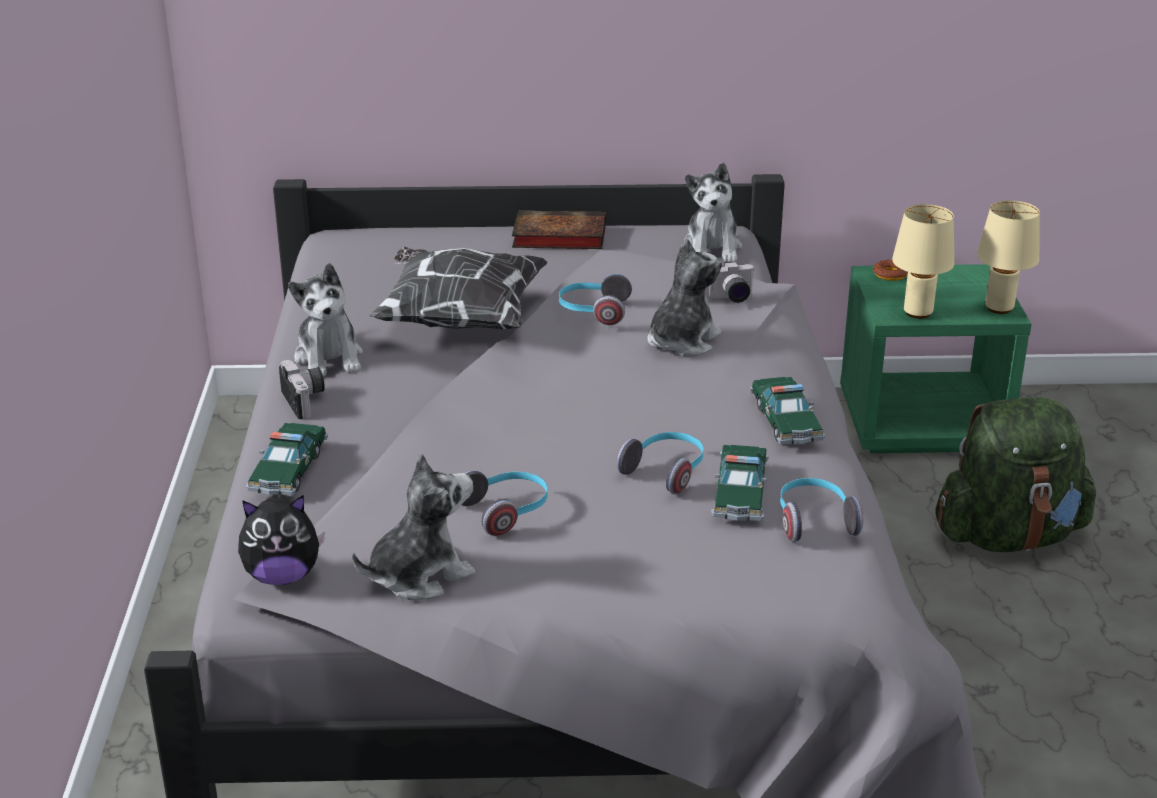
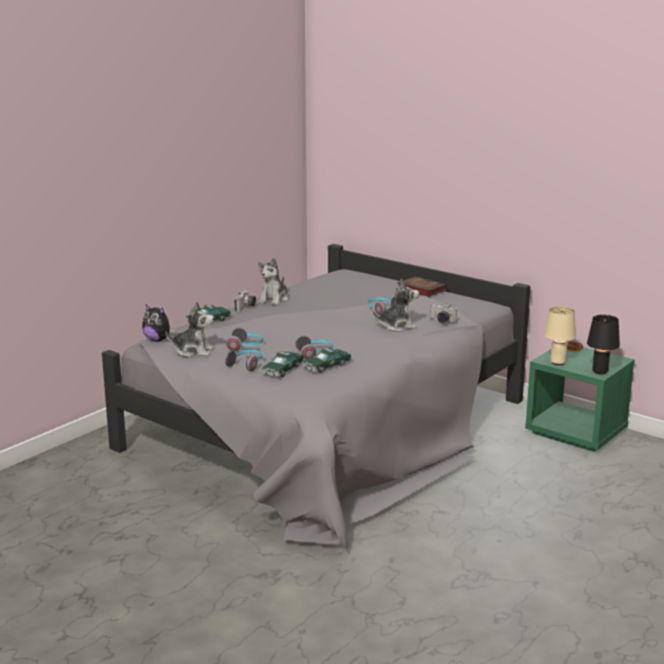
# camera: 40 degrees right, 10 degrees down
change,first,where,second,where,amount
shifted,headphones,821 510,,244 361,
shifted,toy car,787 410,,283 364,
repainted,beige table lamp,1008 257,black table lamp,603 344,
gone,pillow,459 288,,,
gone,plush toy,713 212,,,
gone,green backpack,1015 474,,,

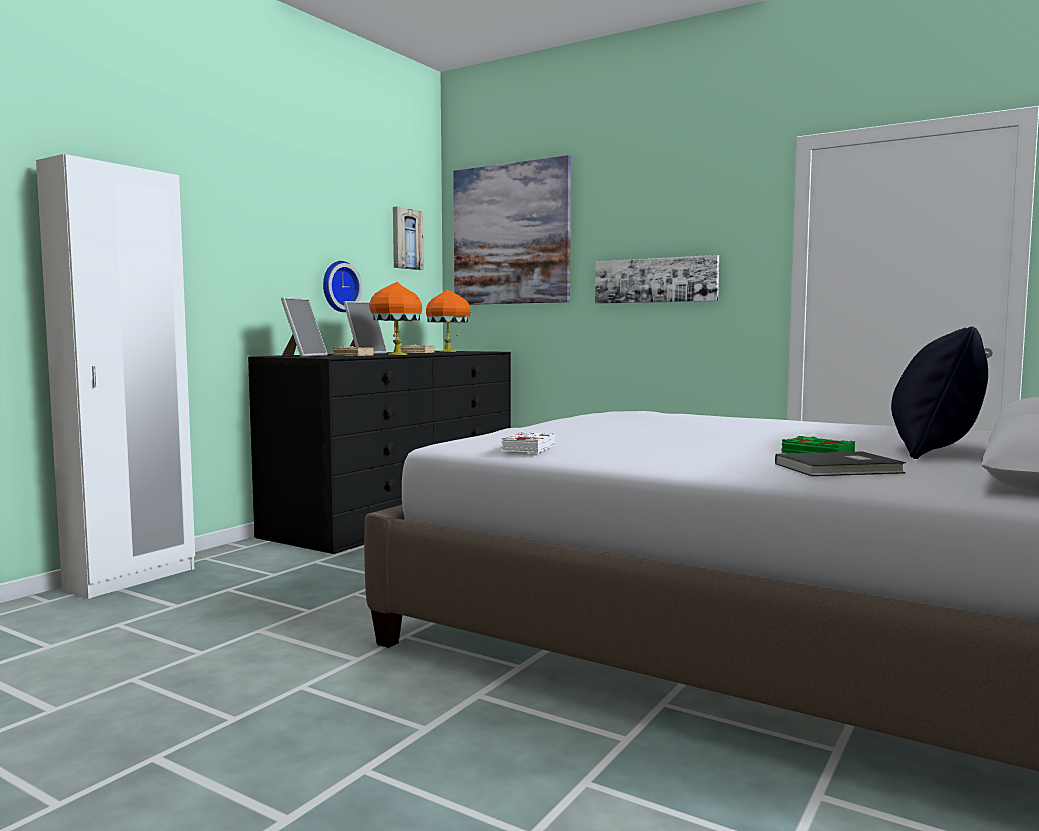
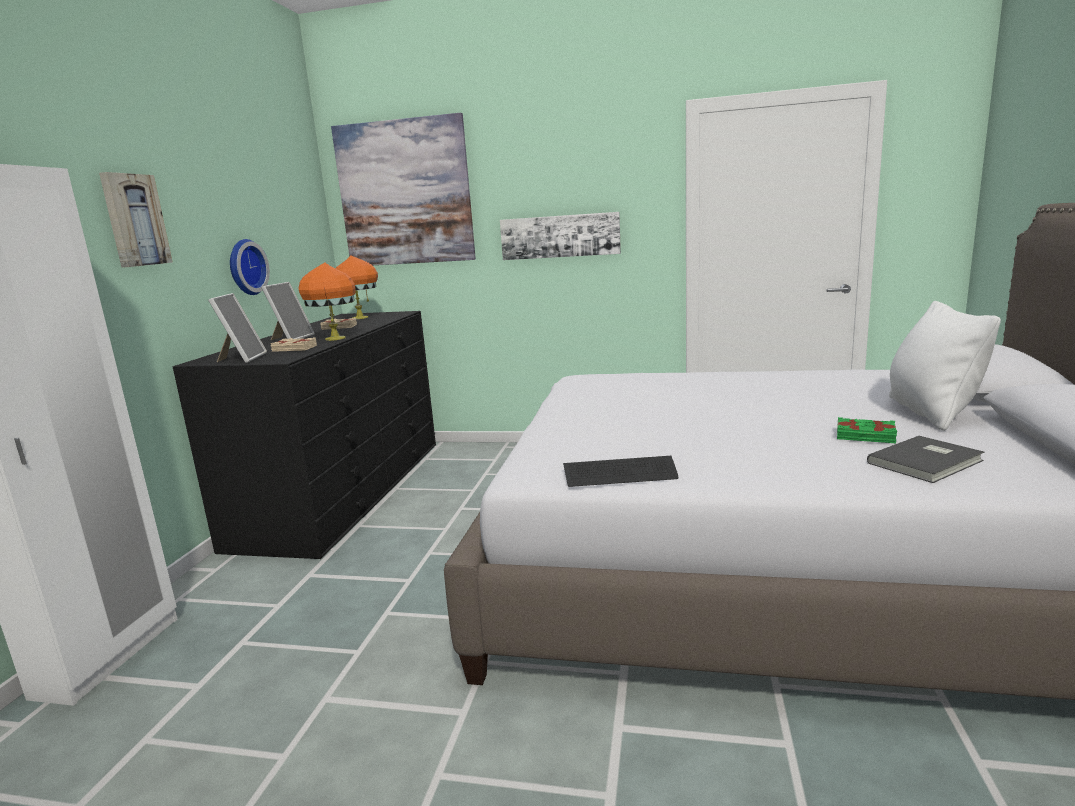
# camera: 20 degrees left, 10 degrees up
change,first,where,second,where,amount
shifted,picture,408 238,,136 220,
swapped,white book,528 442,keyboard,620 471,
repainted,black pillow,939 392,white pillow,945 366,

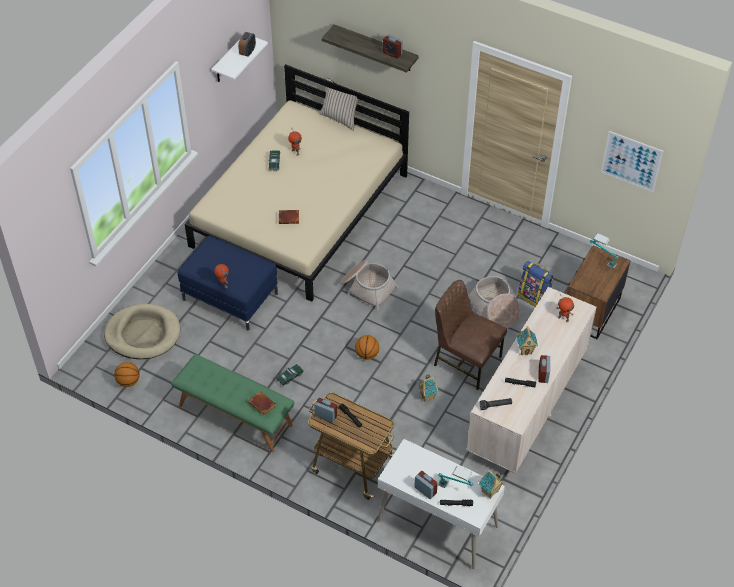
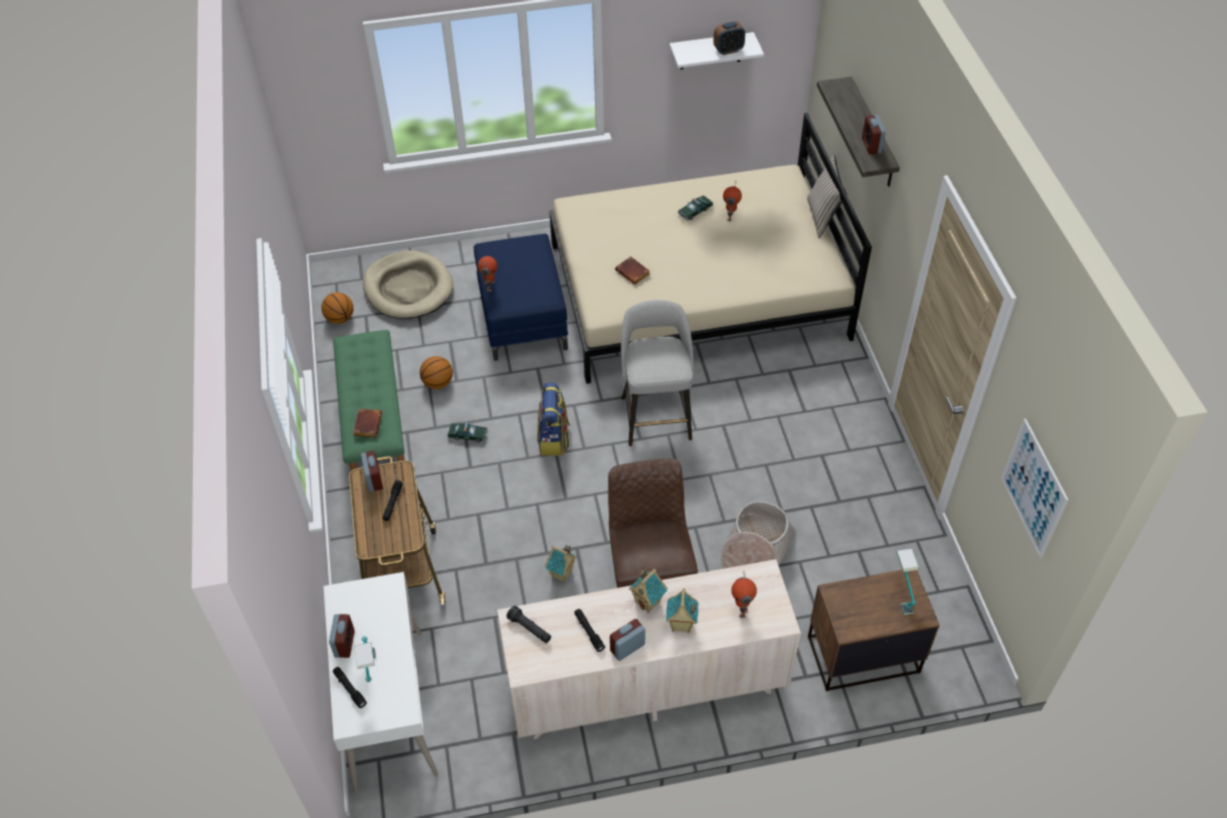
# camera: 50 degrees right, 0 degrees up
change,first,where,second,where,amount
shifted,basketball,367 347,,436 372,
shifted,backpack,536 284,,553 419,
swapped,basket,369 285,grey stool,657 373,
shifted,toy house,491 484,,682 610,

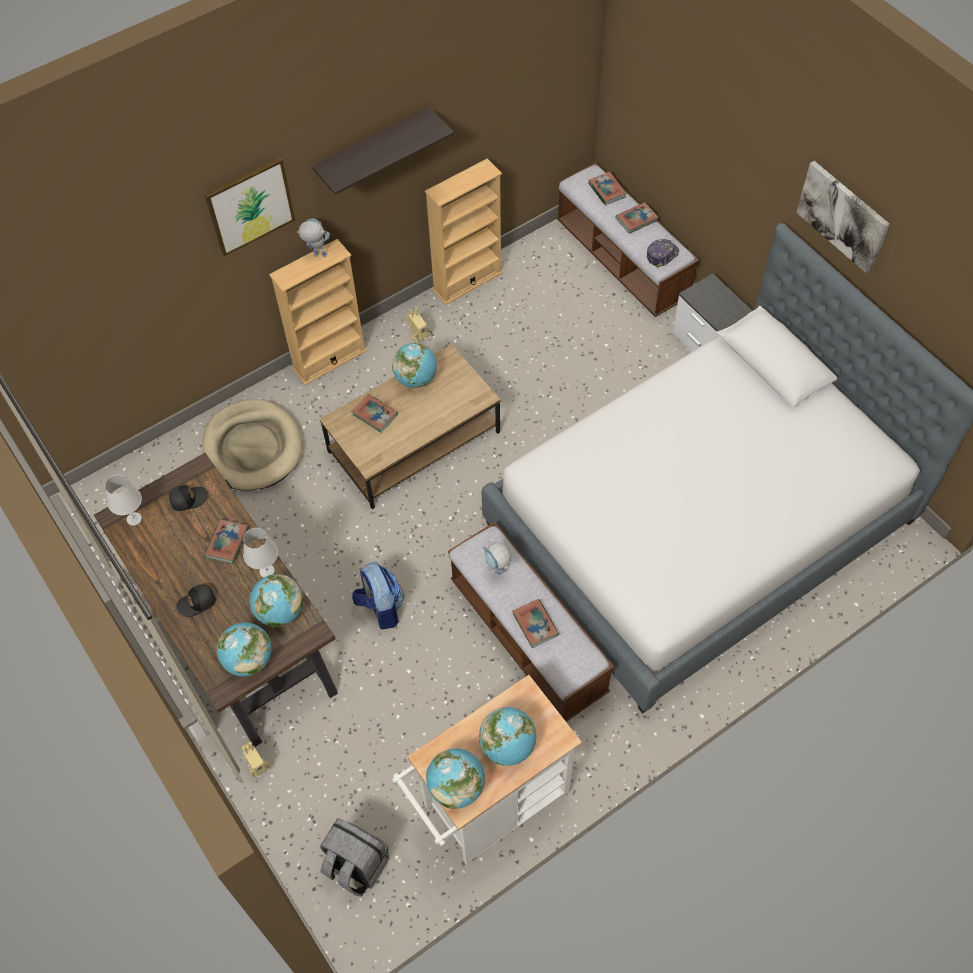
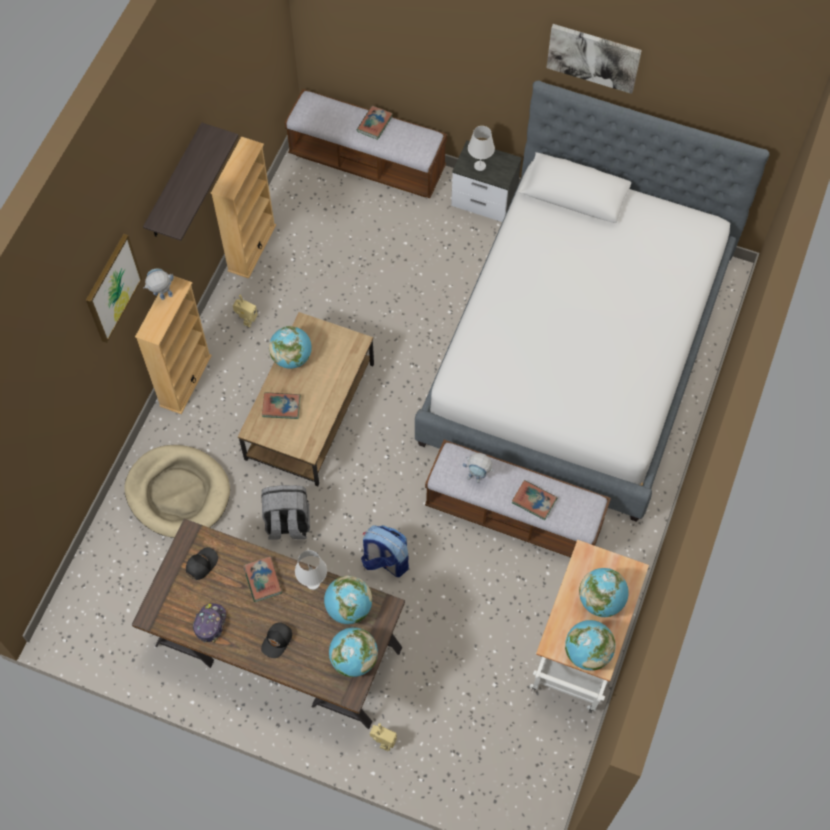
# camera: 35 degrees left, 5 degrees up
change,first,where,second,where,amount
shifted,cap,663 253,,209 623,
shifted,grey backpack,354 857,,285 512,
shifted,white table lamp,123 500,,481 148,
gone,book,607 188,,,

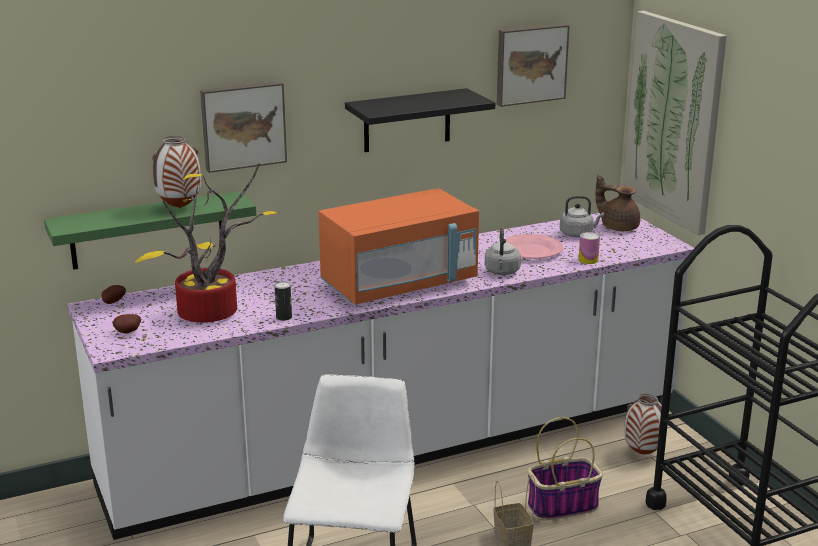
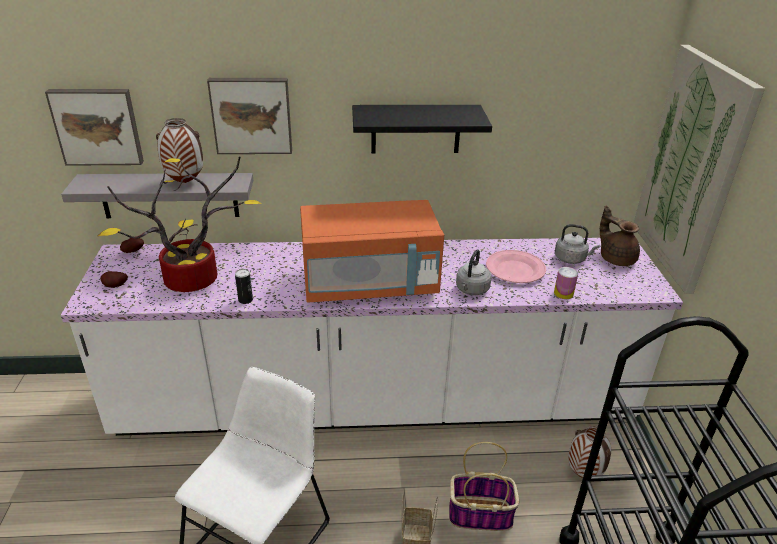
# camera: 20 degrees right, 10 degrees up
change,first,where,second,where,amount
shifted,picture,533 65,,94 127,
repainted,green shelf,150 230,grey shelf,157 195,

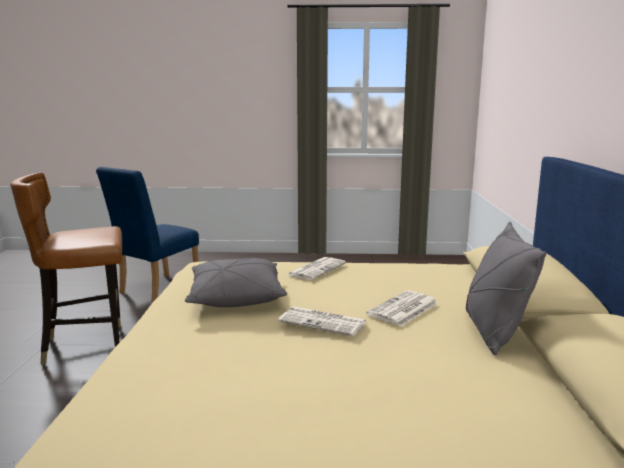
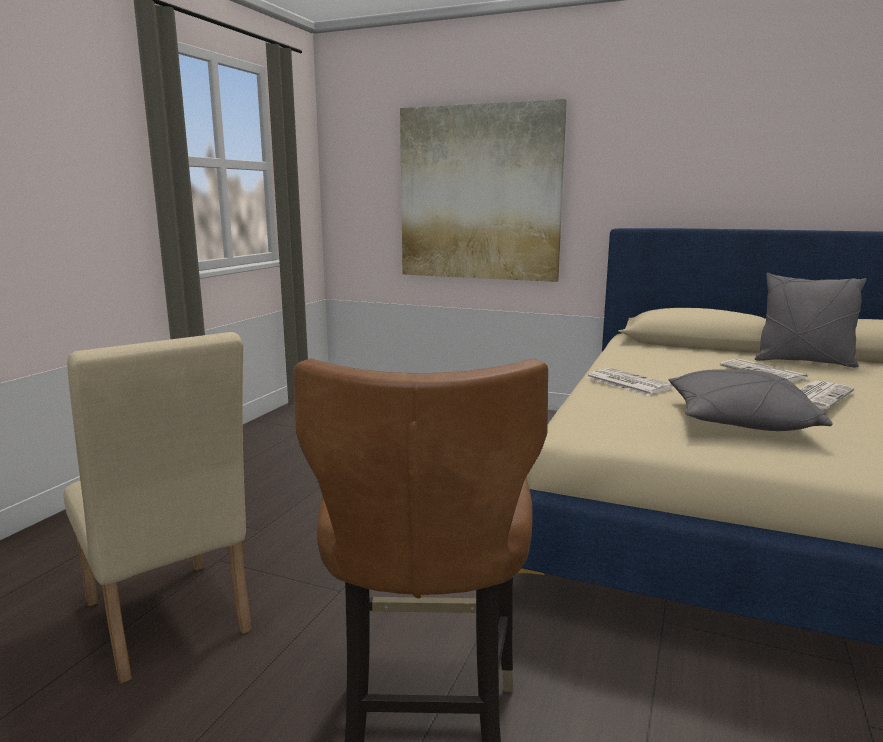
# camera: 70 degrees left, 0 degrees up
change,first,where,second,where,amount
repainted,blue chair,147 234,beige chair,157 508,
new,,,picture,483 190,

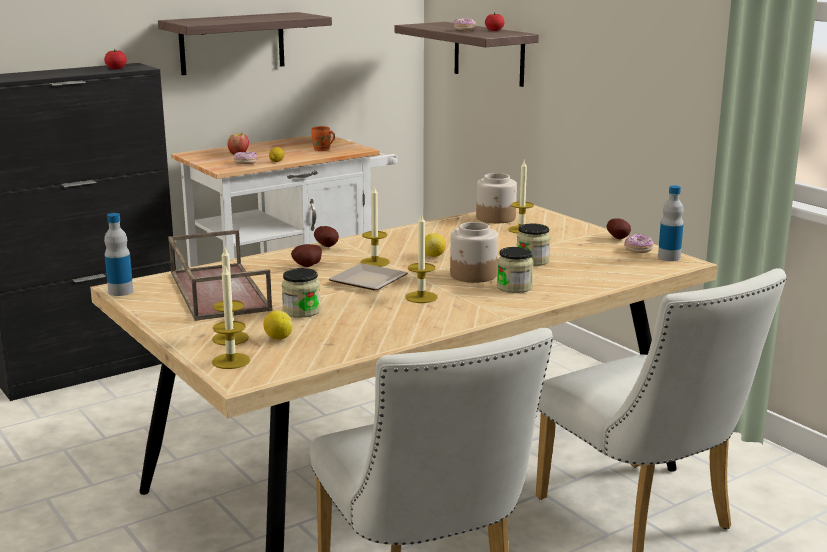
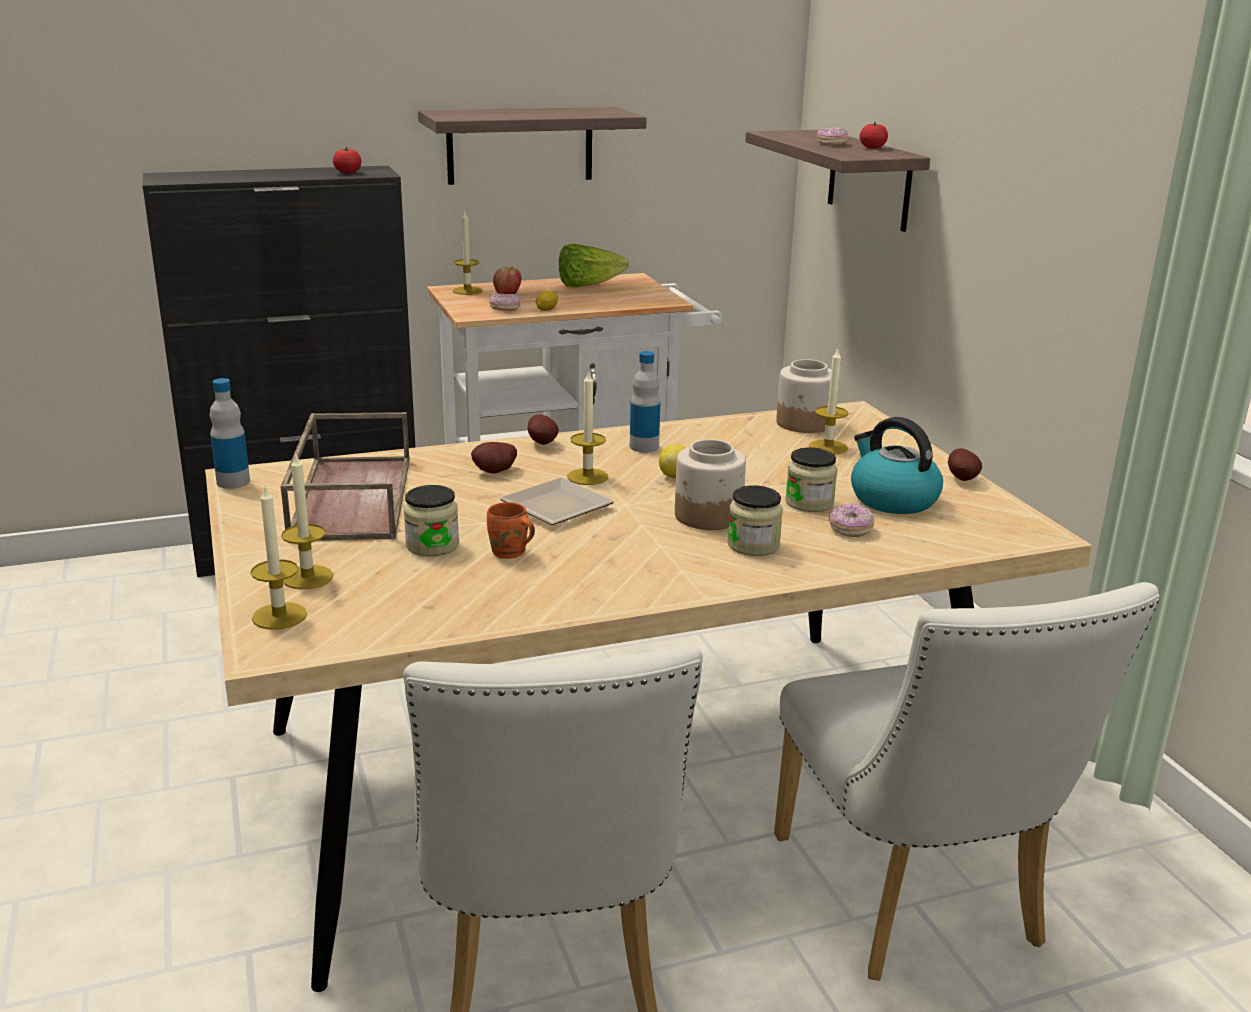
# camera: 15 degrees right, 5 degrees up
change,first,where,second,where,amount
shifted,candle,421 259,,467 253,
shifted,orange mug,323 138,,511 530,
new,,,lettuce,594 265,
shifted,bottle,671 223,,645 401,
shifted,donut,639 243,,851 520,
new,,,kettle,897 465,
gone,lemon,277 325,,,

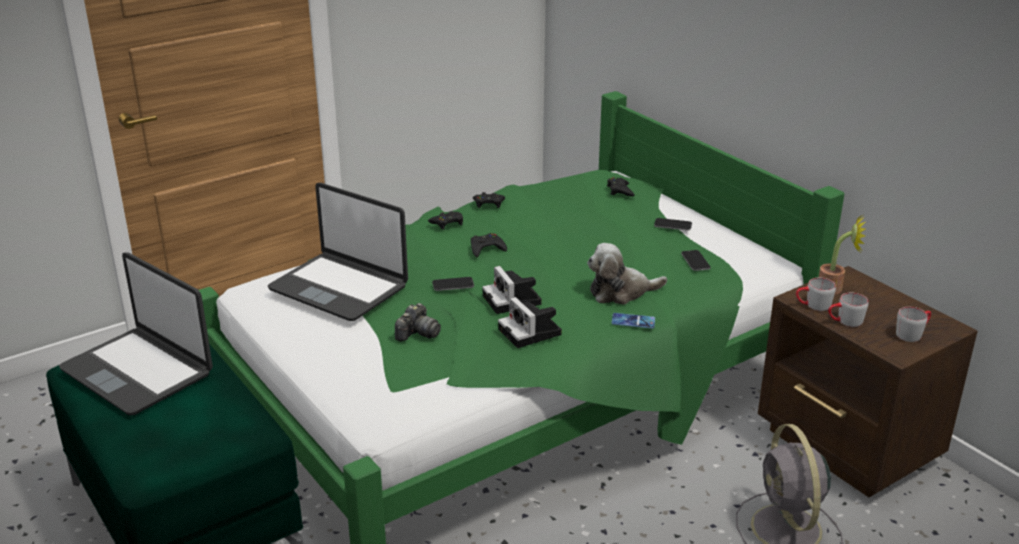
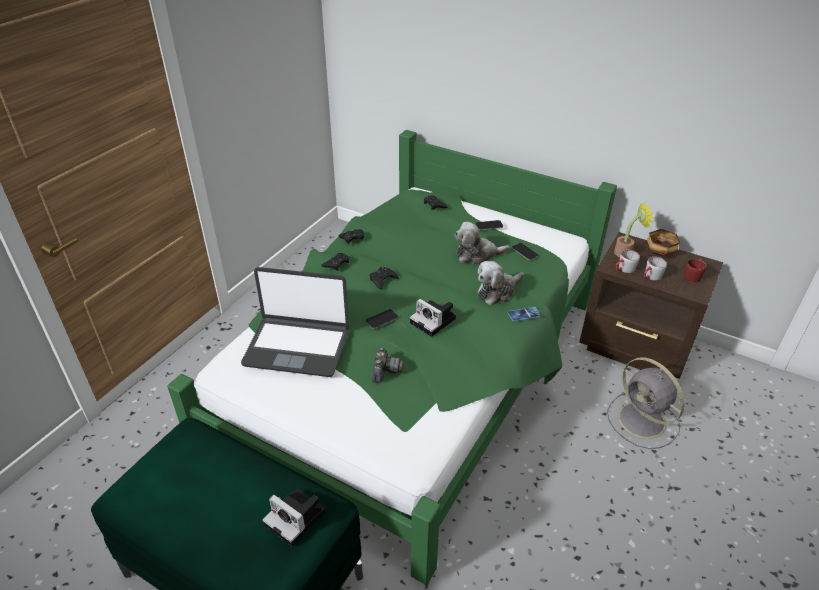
# camera: 25 degrees left, 10 degrees up
change,first,where,second,where,amount
shifted,photo camera,530 322,,294 517,
new,,,plush toy,482 243,
new,,,bowl,663 242,
repainted,grey mug,913 324,red mug,695 270,
gone,laptop,136 334,,,

